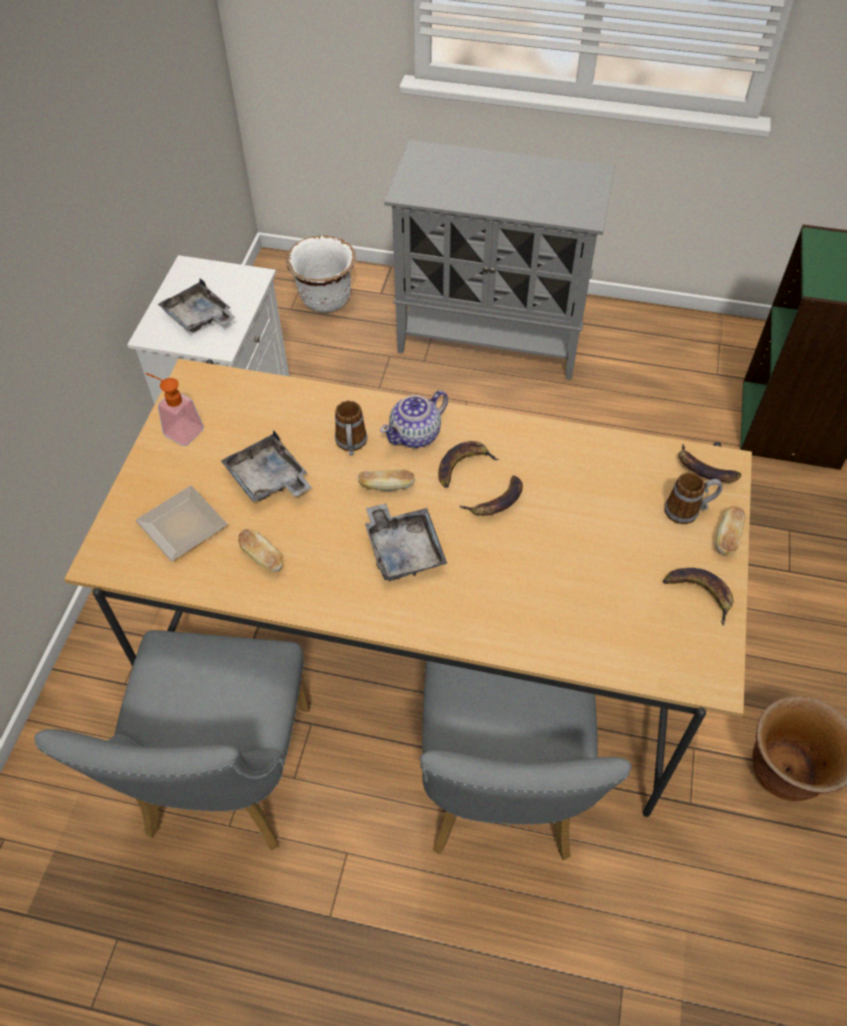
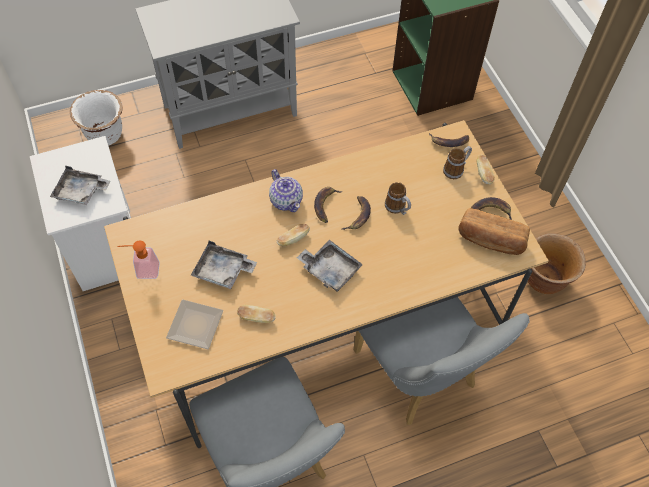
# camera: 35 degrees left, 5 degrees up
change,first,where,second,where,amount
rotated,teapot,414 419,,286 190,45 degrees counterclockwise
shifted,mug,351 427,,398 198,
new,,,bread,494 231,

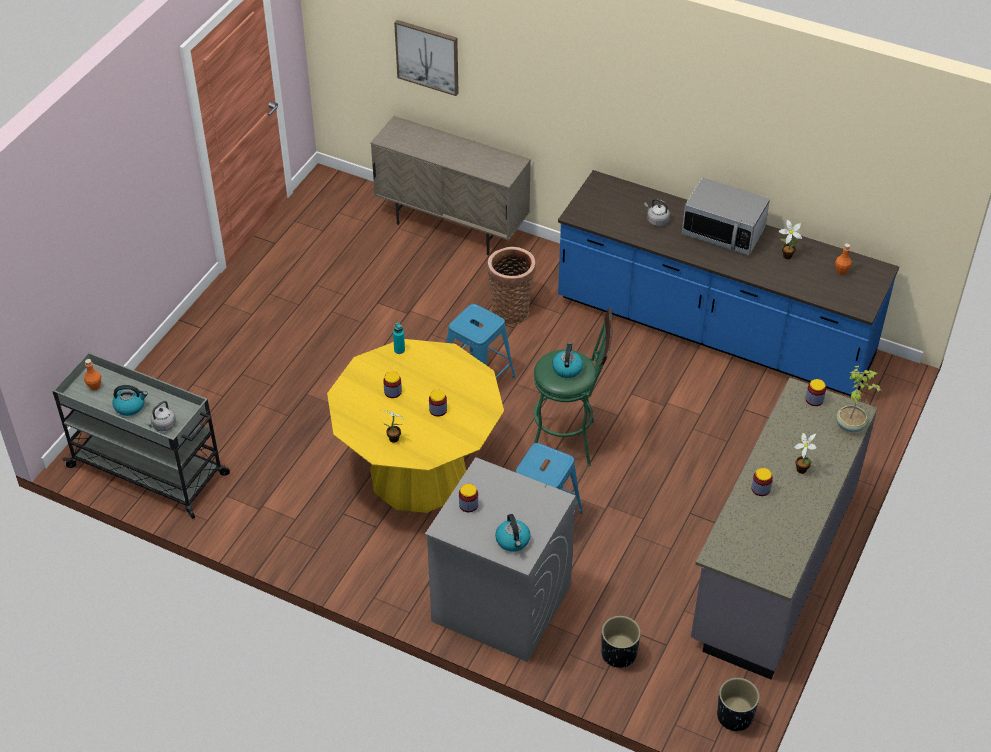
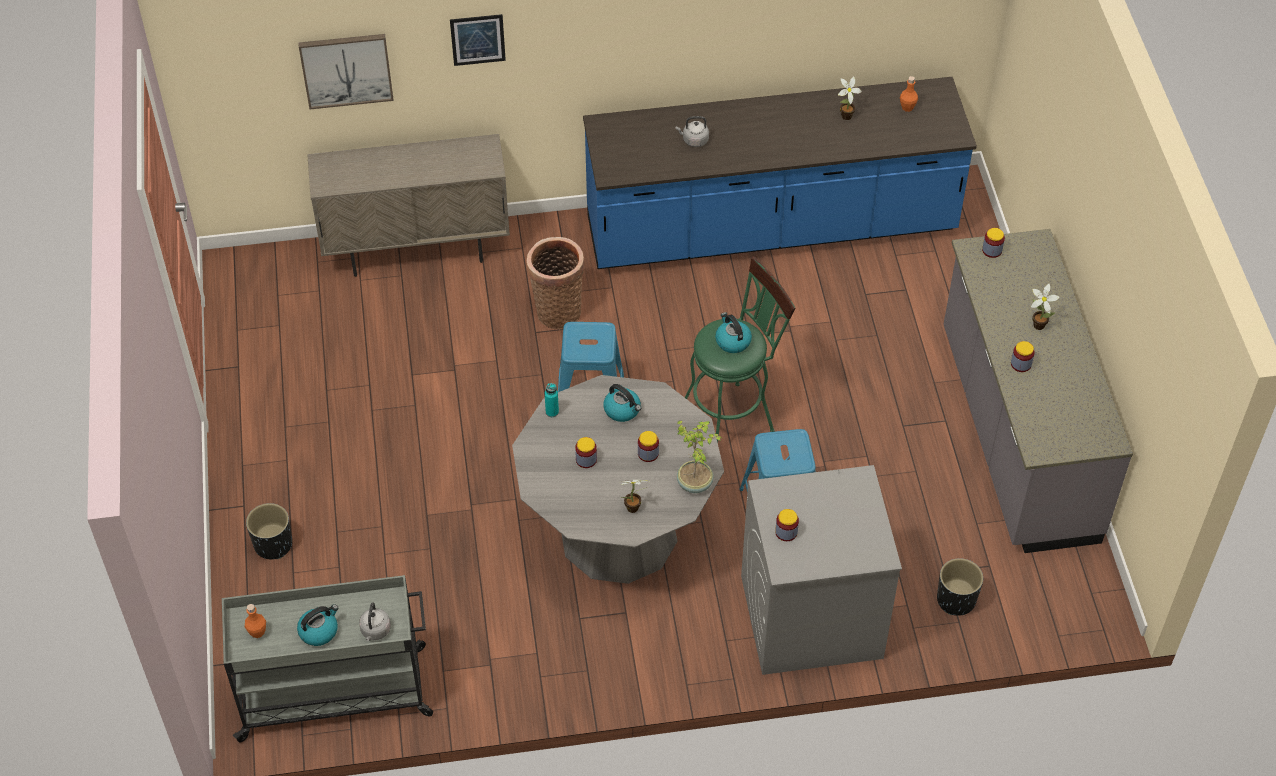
# camera: 35 degrees left, 5 degrees up
change,first,where,second,where,amount
shifted,black planter,738 705,,269 531,
new,,,picture,478 40,
repainted,yellow dining table,415 426,grey dining table,618 479,
shifted,kettle,513 533,,622 403,
shifted,potted plant,859 399,,699 457,
gone,microwave,726 216,,,

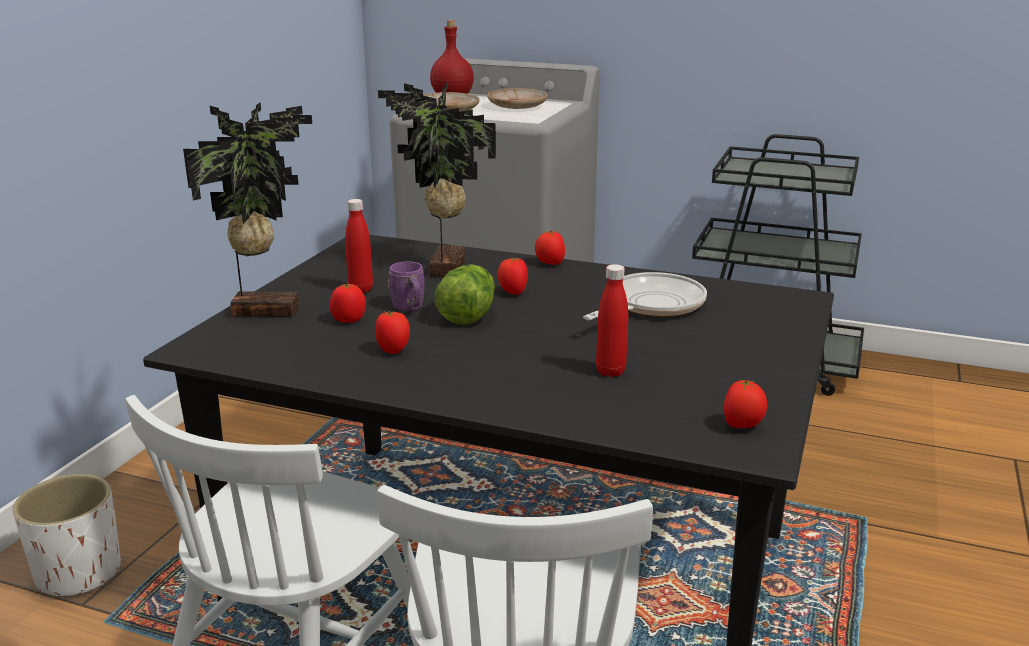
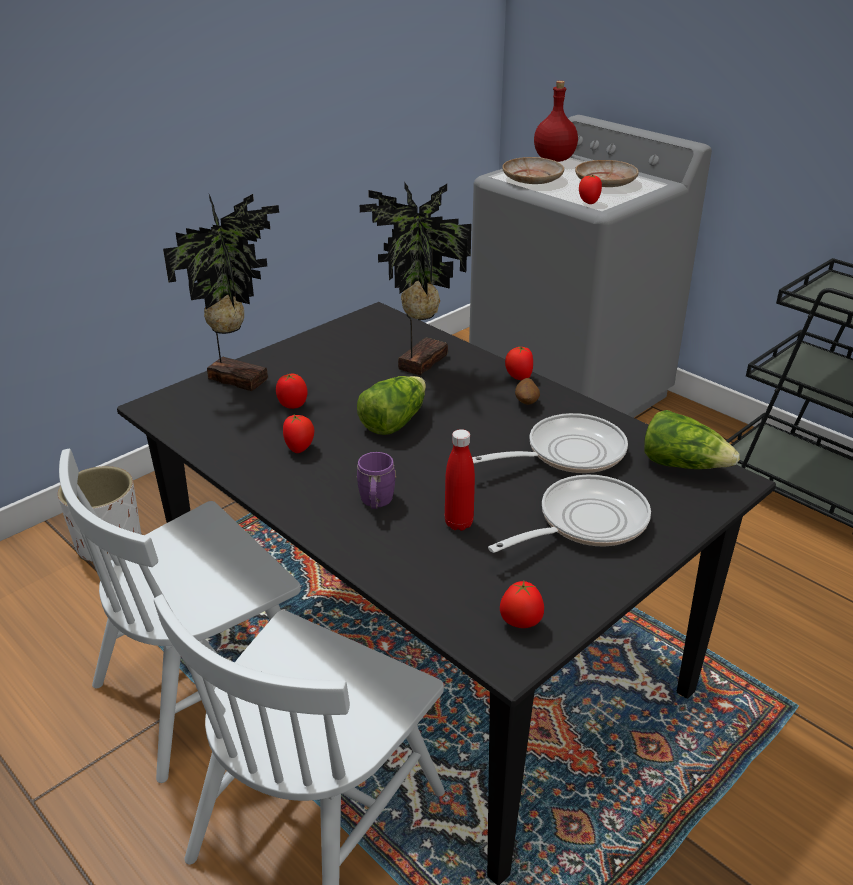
# camera: 25 degrees right, 10 degrees up
change,first,where,second,where,amount
shifted,purple mug,406 286,,376 480,
new,,,frying pan,569 514,
new,,,potato,527 391,
shifted,tomato,513 276,,590 189,
new,,,lettuce,692 439,
gone,red bottle,359 246,,,

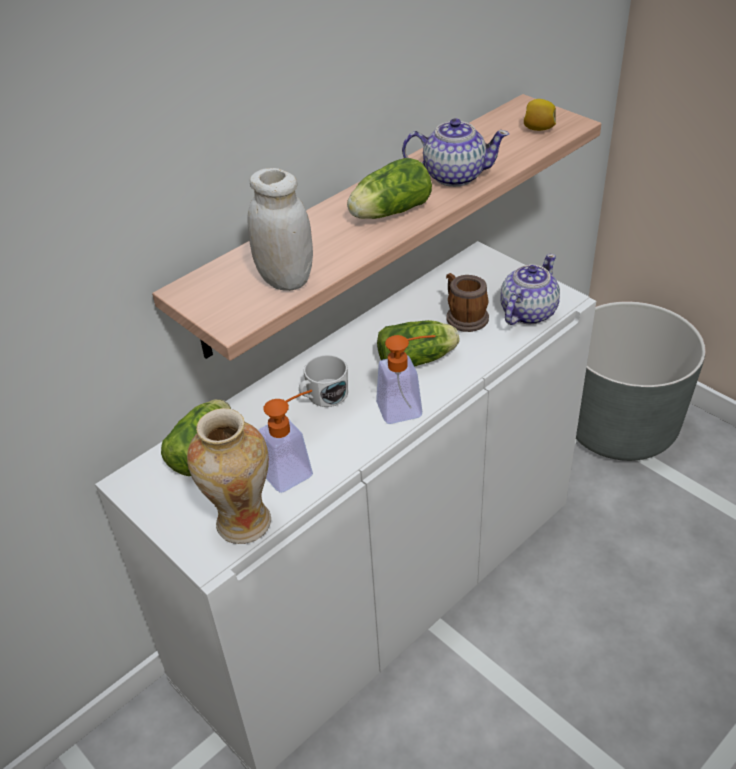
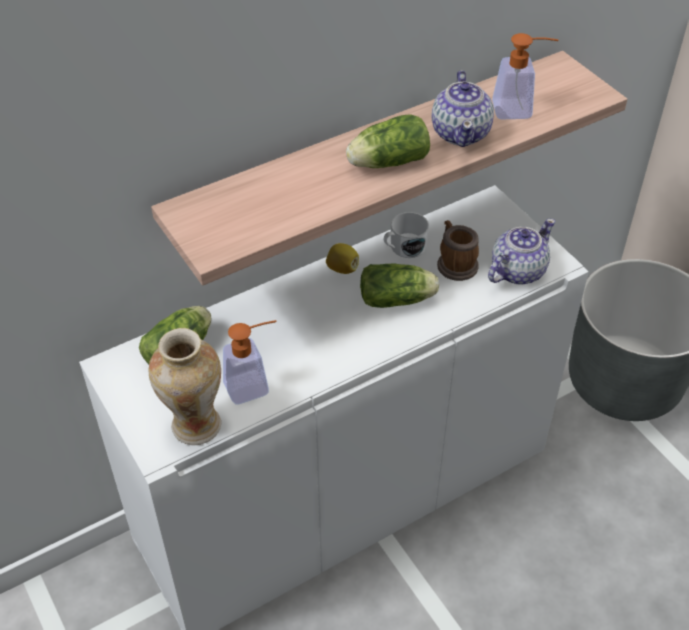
# camera: 10 degrees right, 5 degrees up
change,first,where,second,where,amount
shifted,lemon,540 115,,342 258,
shifted,white mug,323 381,,406 235,
rotated,teapot,455 152,,462 108,75 degrees clockwise
shifted,soap dispenser,405 379,,525 76,
gone,white jar,280 229,,,

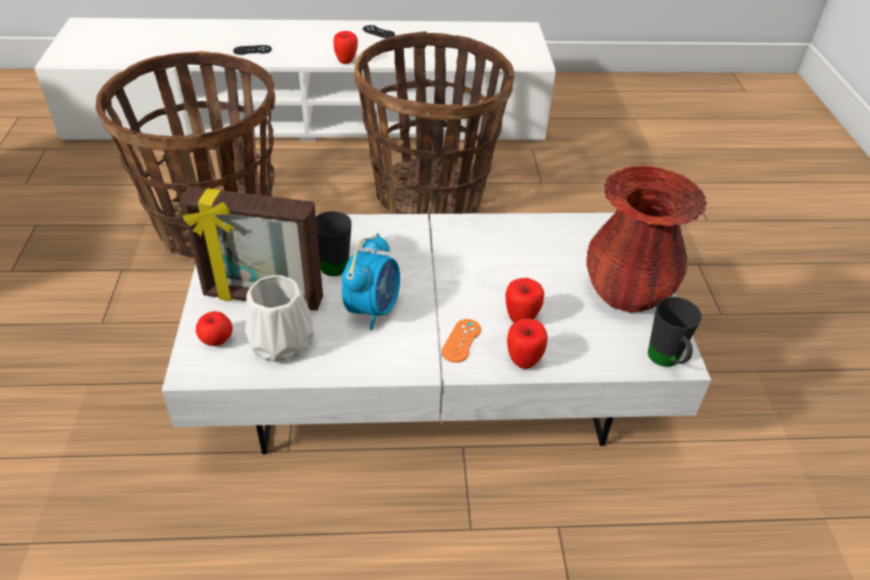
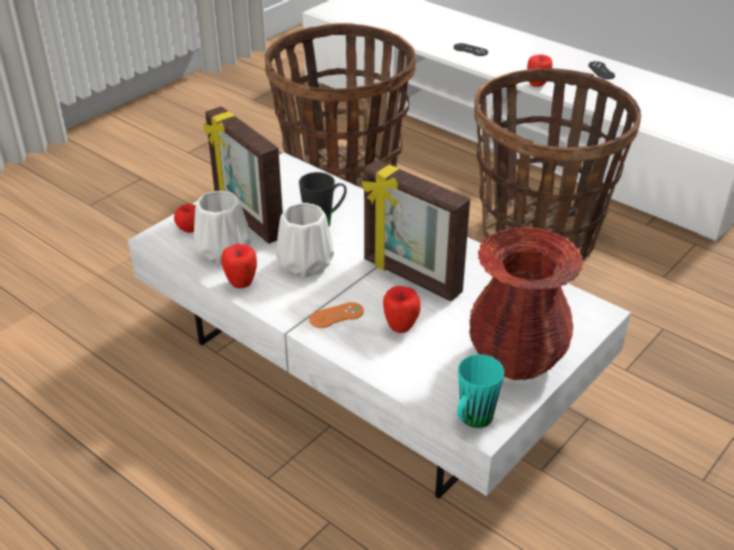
# camera: 45 degrees right, 5 degrees down
change,first,where,second,where,amount
shifted,apple,527 343,,239 266,
swapped,alarm clock,371 281,white vase,305 240,
new,,,picture frame,416 230,
repainted,black mug,675 332,turquoise mug,480 391,

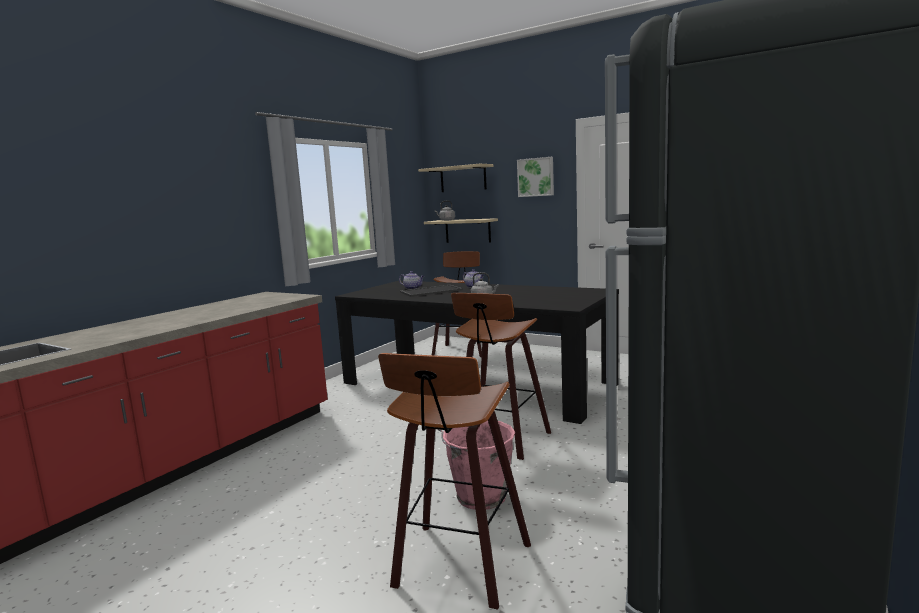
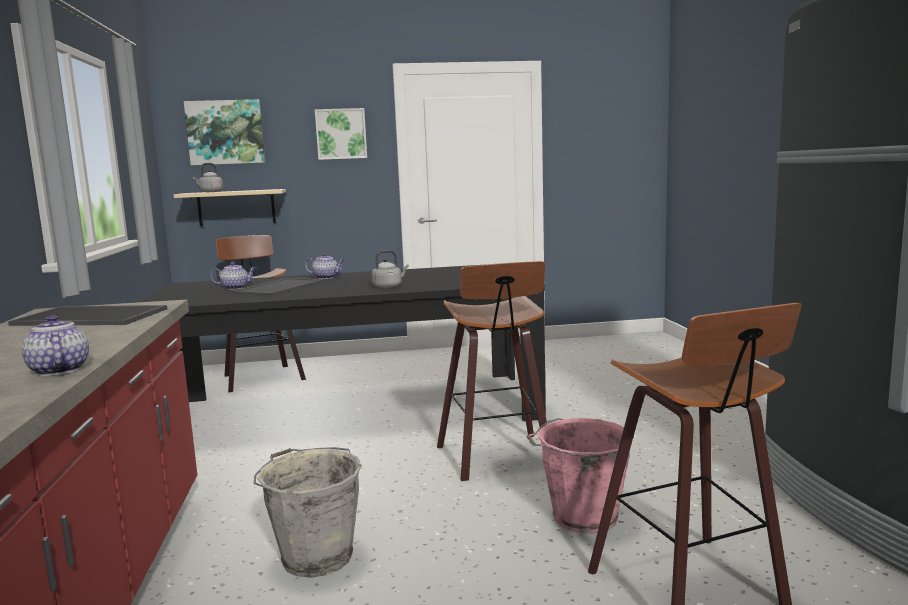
# camera: 40 degrees left, 0 degrees up
change,first,where,second,where,amount
new,,,tray,87 315,
new,,,teapot,55 345,
swapped,beige shelf,456 178,picture,224 132,
new,,,grey bucket,308 512,

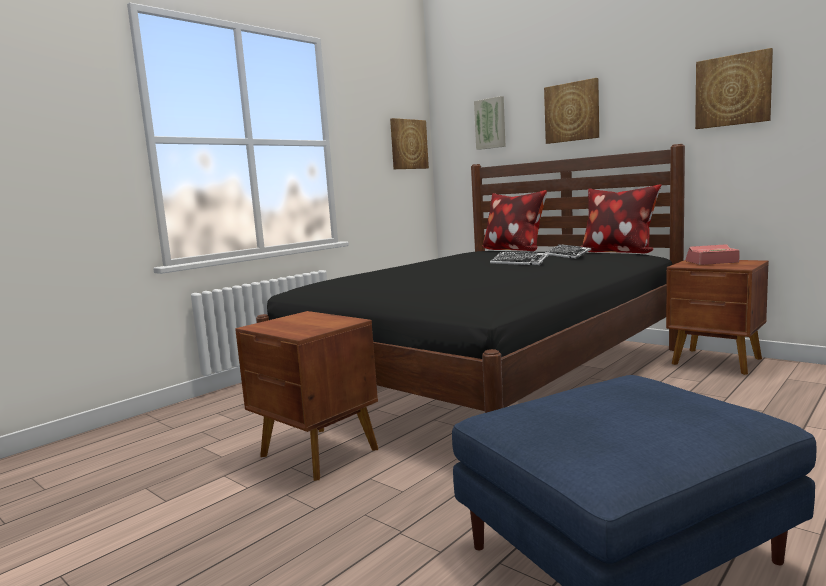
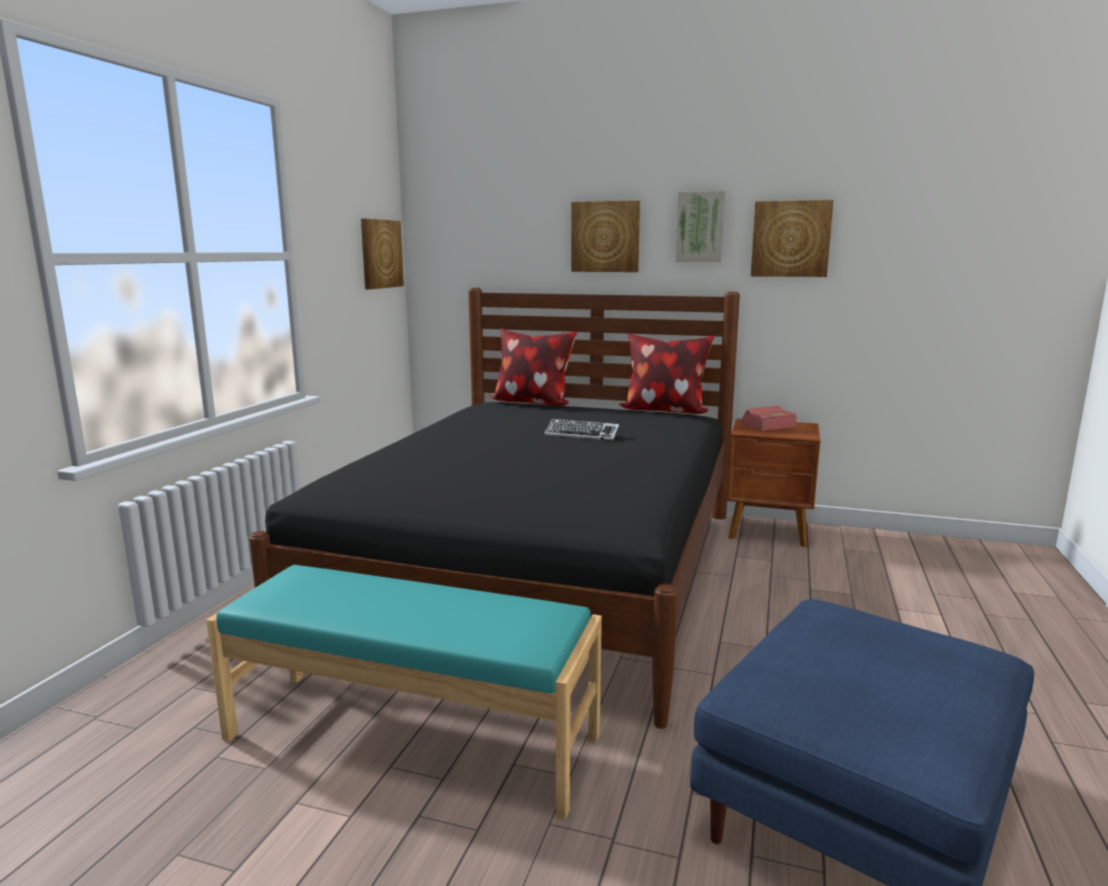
# camera: 25 degrees left, 5 degrees up
change,first,where,second,where,amount
swapped,brown nightstand,306 396,turquoise bench,404 692,
shifted,picture,490 123,,700 226,
gone,keyboard,568 251,,,

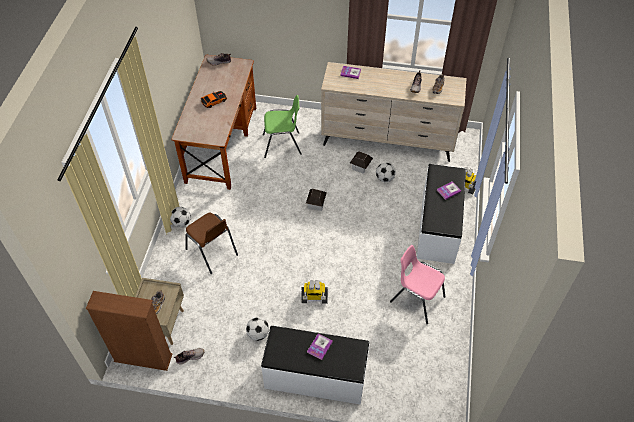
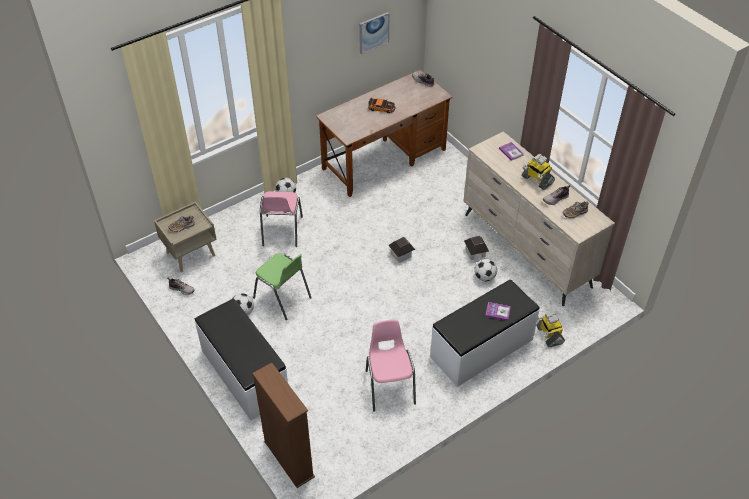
# camera: 45 degrees right, 5 degrees down
change,first,where,second,where,amount
shifted,brown bookcase,129 331,,283 425,
shifted,green chair,282 126,,282 286,
repainted,brown chair,211 243,pink chair,281 219,
new,,,picture,374 33,
shifted,toy robot,314 292,,538 172,
gone,book,320 347,,,

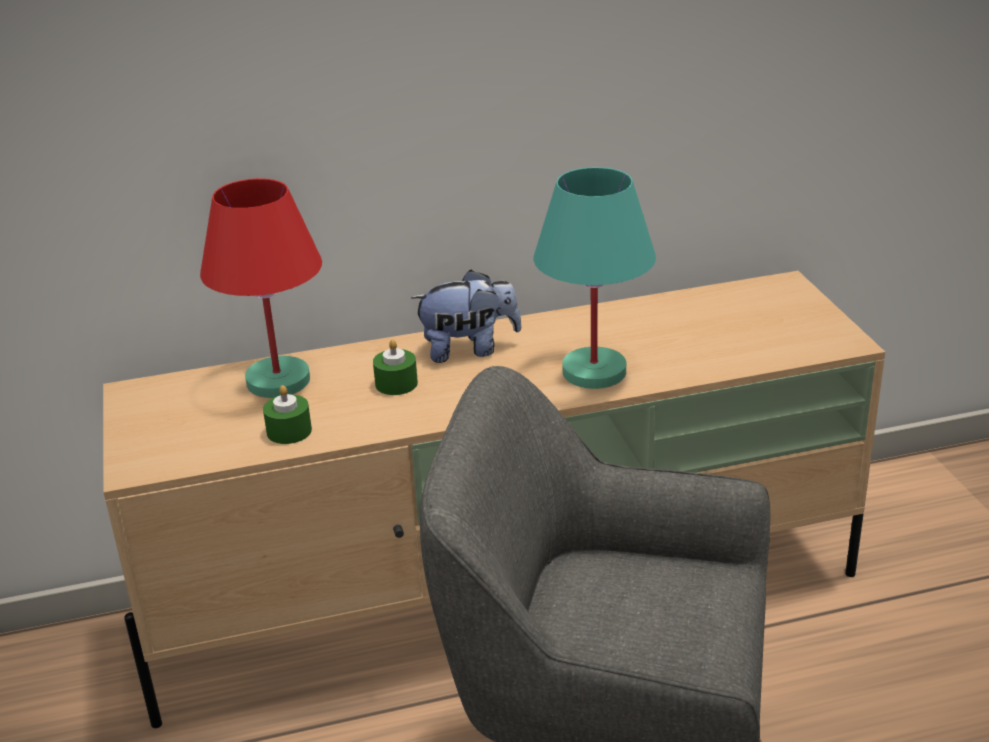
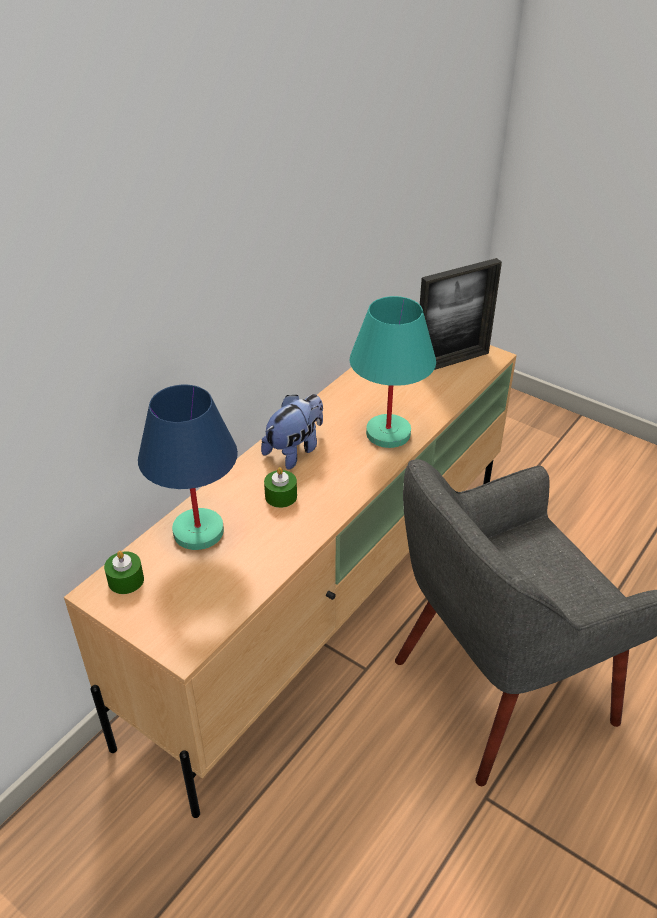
# camera: 40 degrees left, 10 degrees up
change,first,where,second,where,amount
shifted,green candle,287 414,,124 572,
repainted,red table lamp,261 288,blue table lamp,188 467,
new,,,picture frame,461 314,

